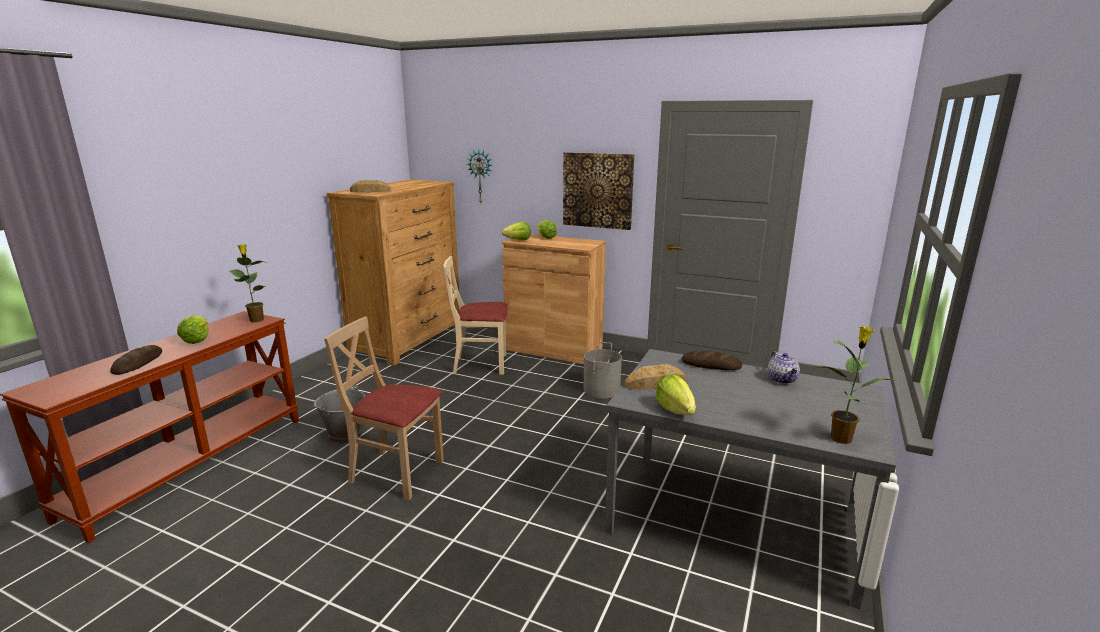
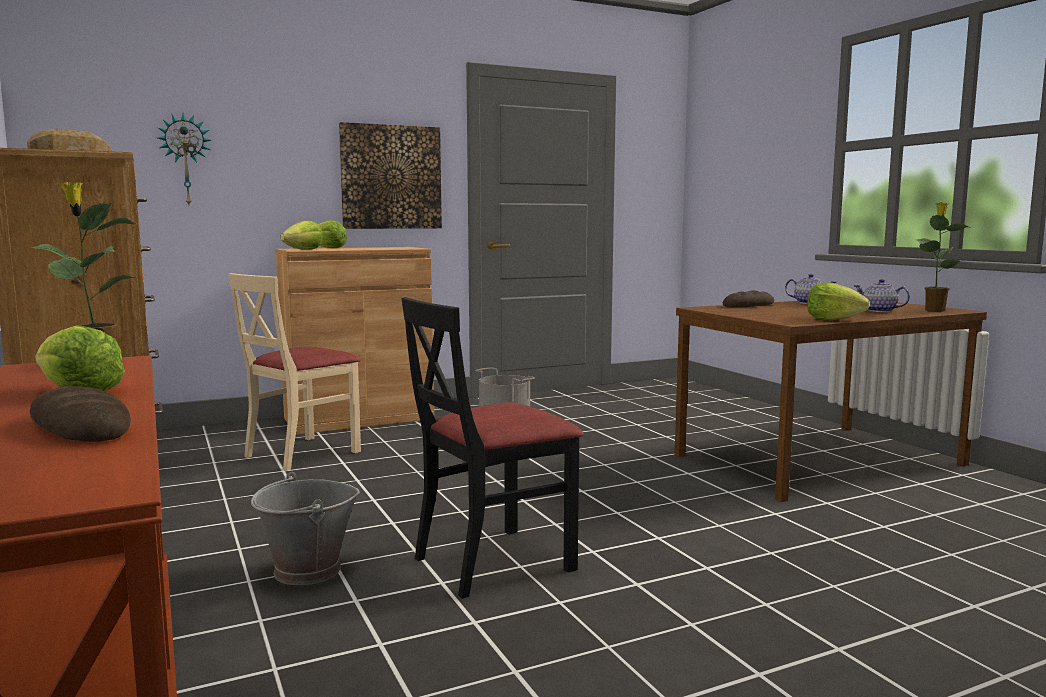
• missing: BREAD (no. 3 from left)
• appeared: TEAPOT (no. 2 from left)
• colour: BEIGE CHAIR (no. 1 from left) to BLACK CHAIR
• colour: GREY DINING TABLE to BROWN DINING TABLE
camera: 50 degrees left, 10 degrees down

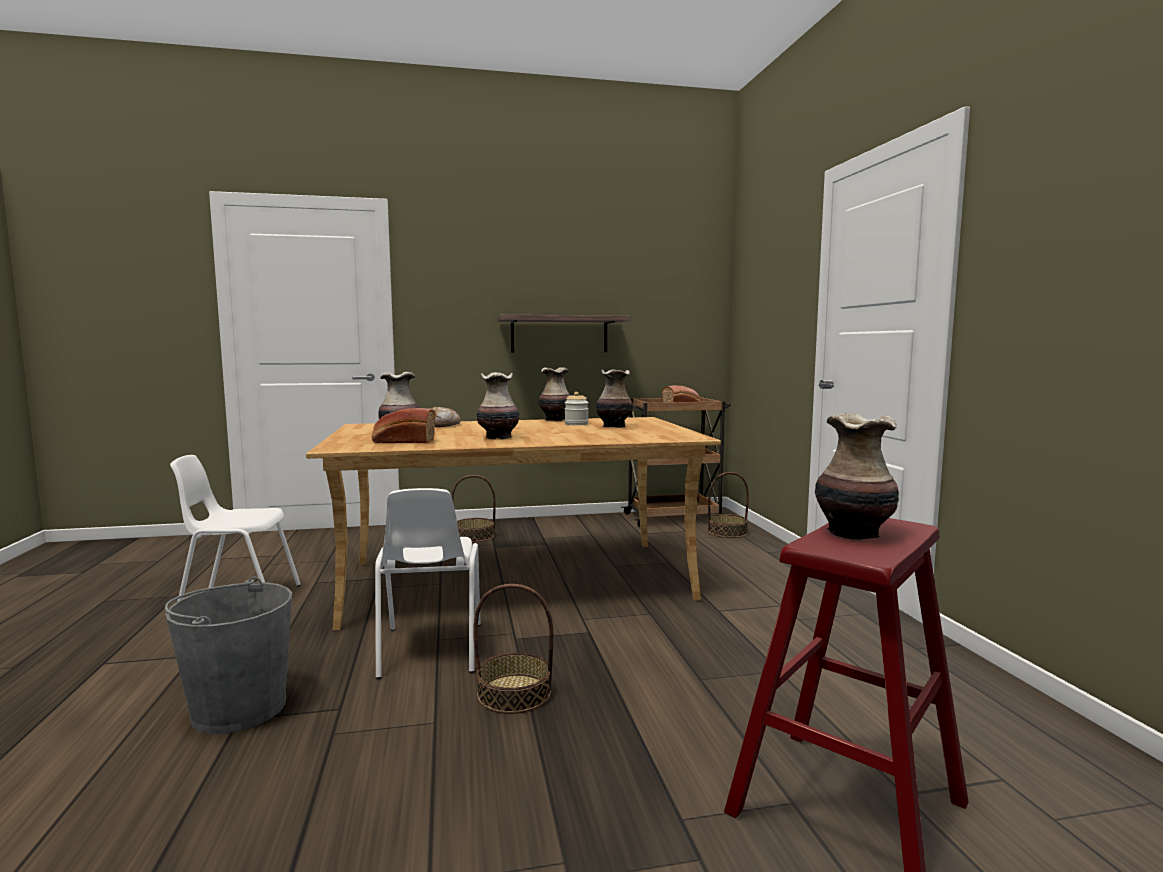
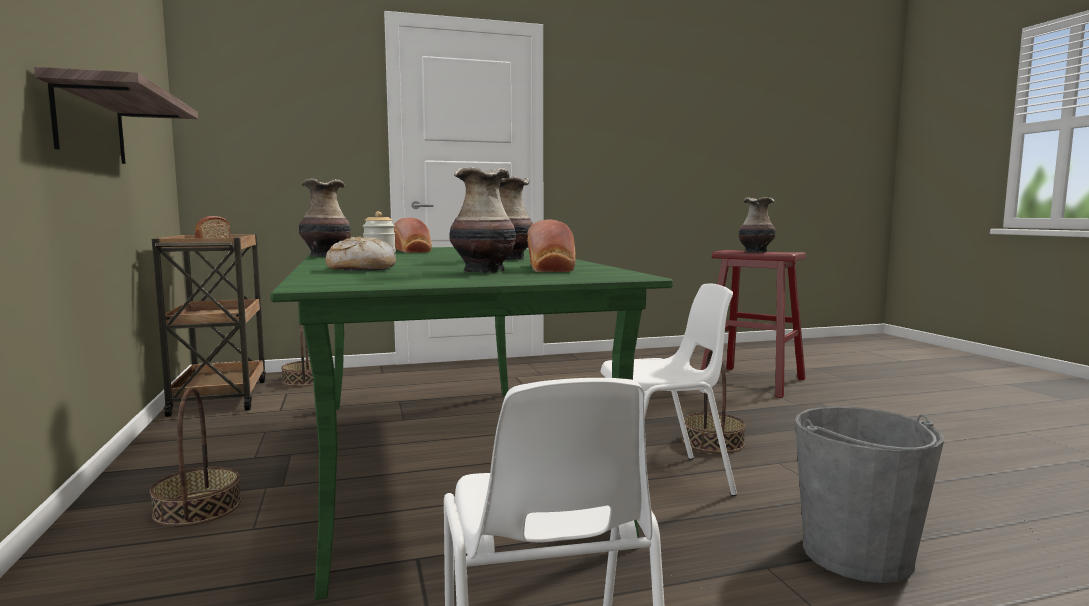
• exchanged: VASE (no. 4 from left) to BREAD (no. 3 from left)
• colour: BEIGE DINING TABLE to GREEN DINING TABLE
camera: 95 degrees left, 0 degrees up

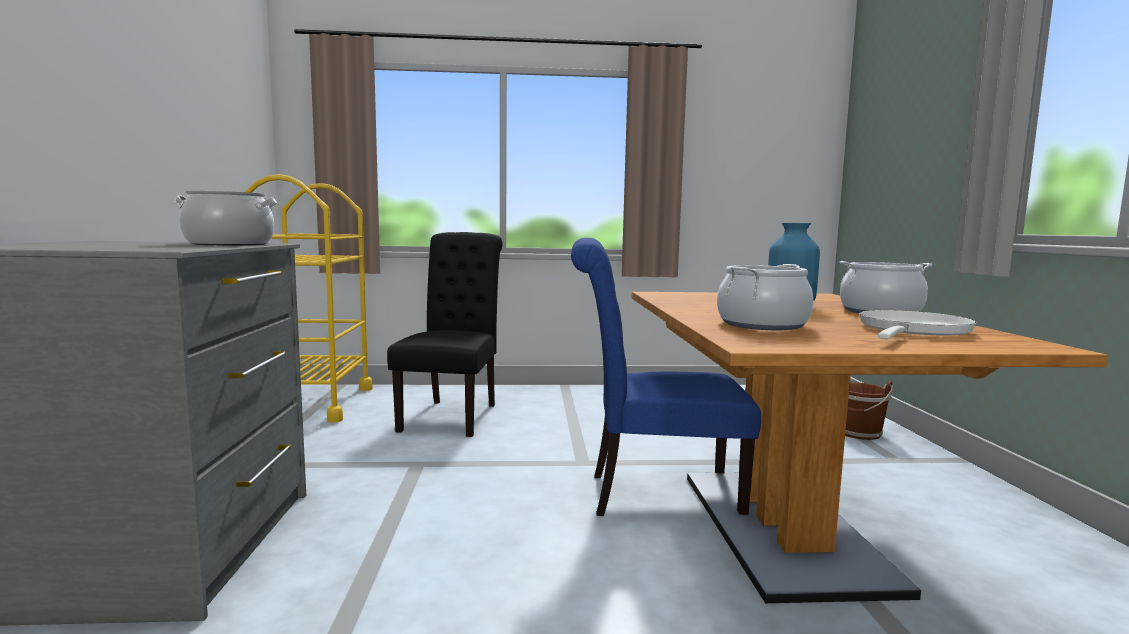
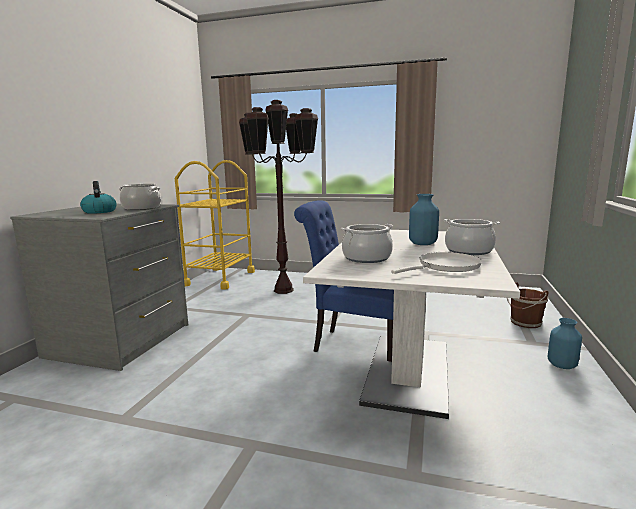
• appeared: KETTLE
• appeared: BLUE VASE (no. 2 from left)
• exchanged: BLACK CHAIR to BROWN FLOOR LAMP
• colour: BROWN DINING TABLE to WHITE DINING TABLE
camera: 20 degrees right, 5 degrees up

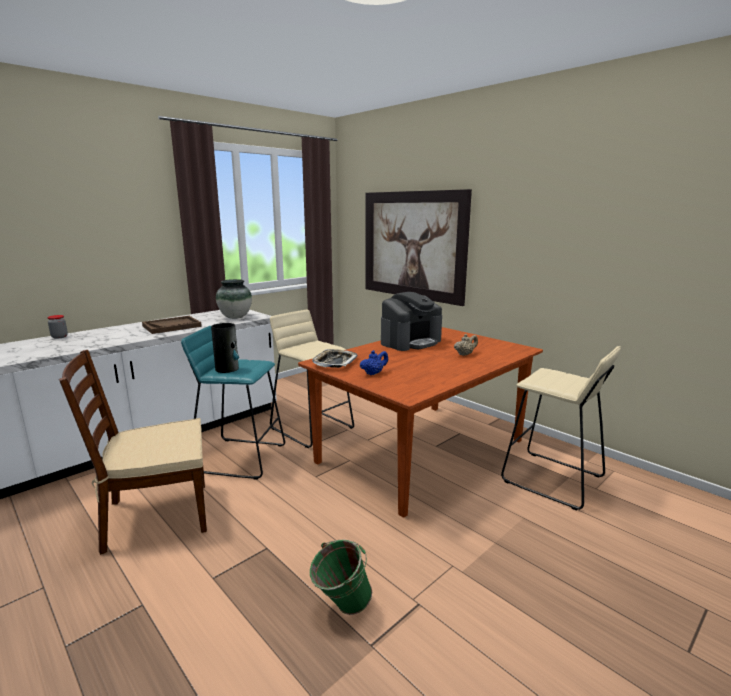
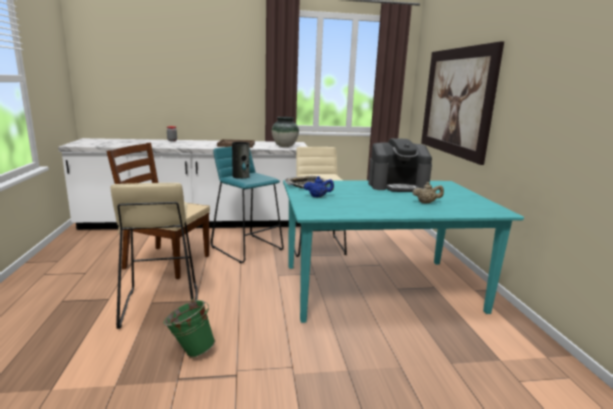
• relocated: BEIGE STOOL (no. 2 from left in the first image) to BEIGE STOOL (no. 1 from left)
• colour: BROWN DINING TABLE to TURQUOISE DINING TABLE
camera: 35 degrees right, 0 degrees up

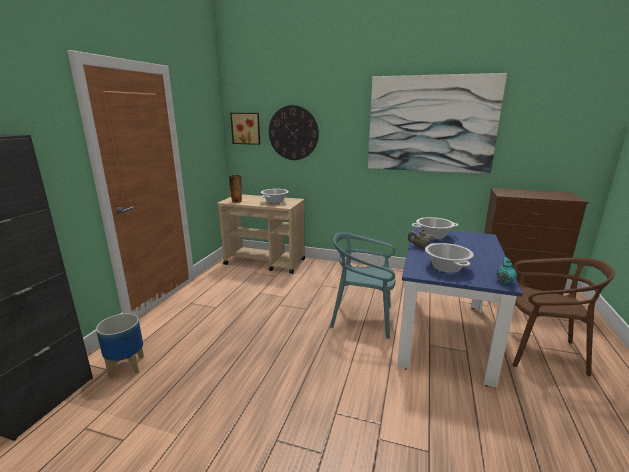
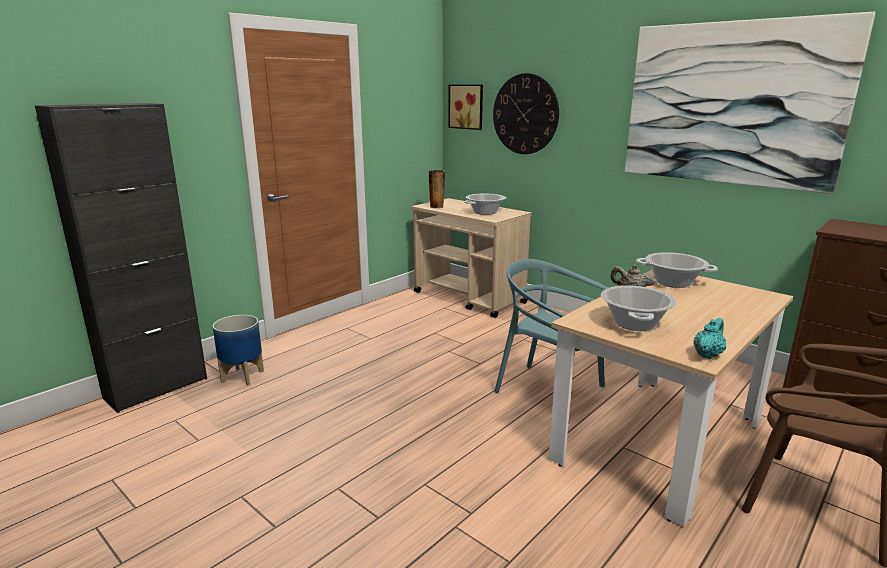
• colour: BLUE DINING TABLE to BEIGE DINING TABLE
camera: 25 degrees right, 0 degrees up

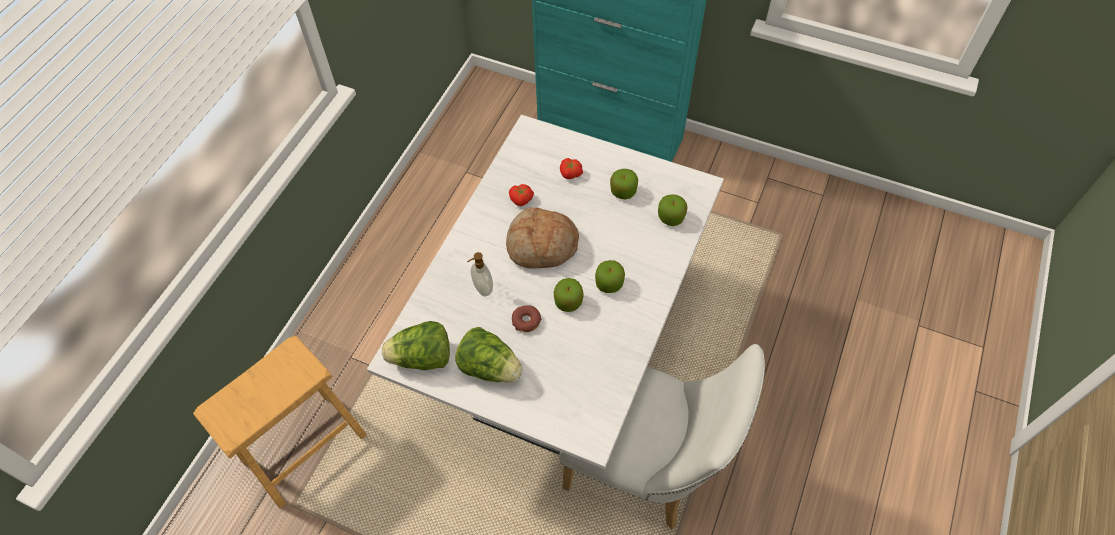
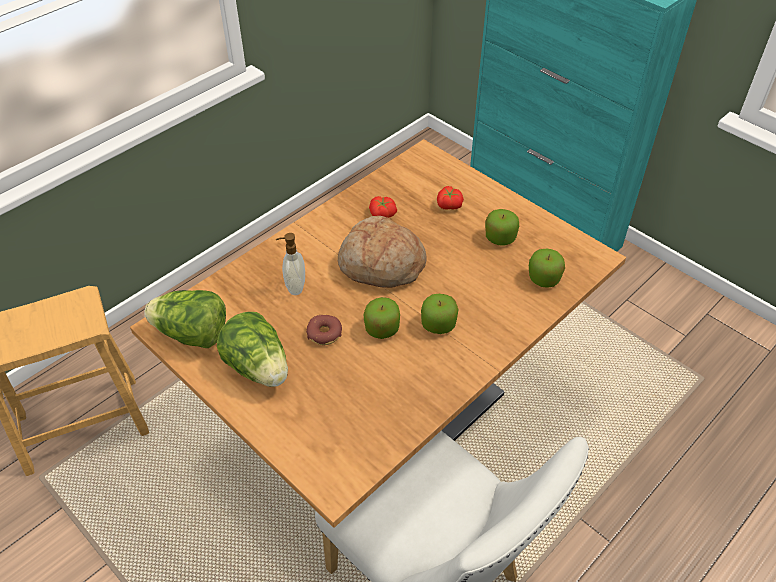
• colour: WHITE DINING TABLE to BROWN DINING TABLE
camera: 20 degrees right, 10 degrees down

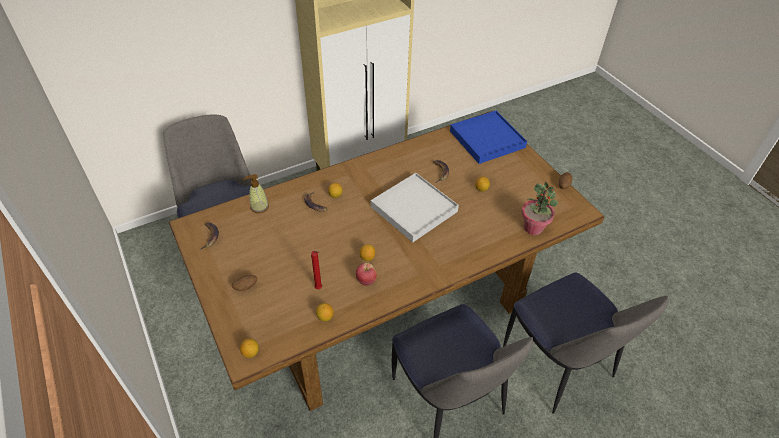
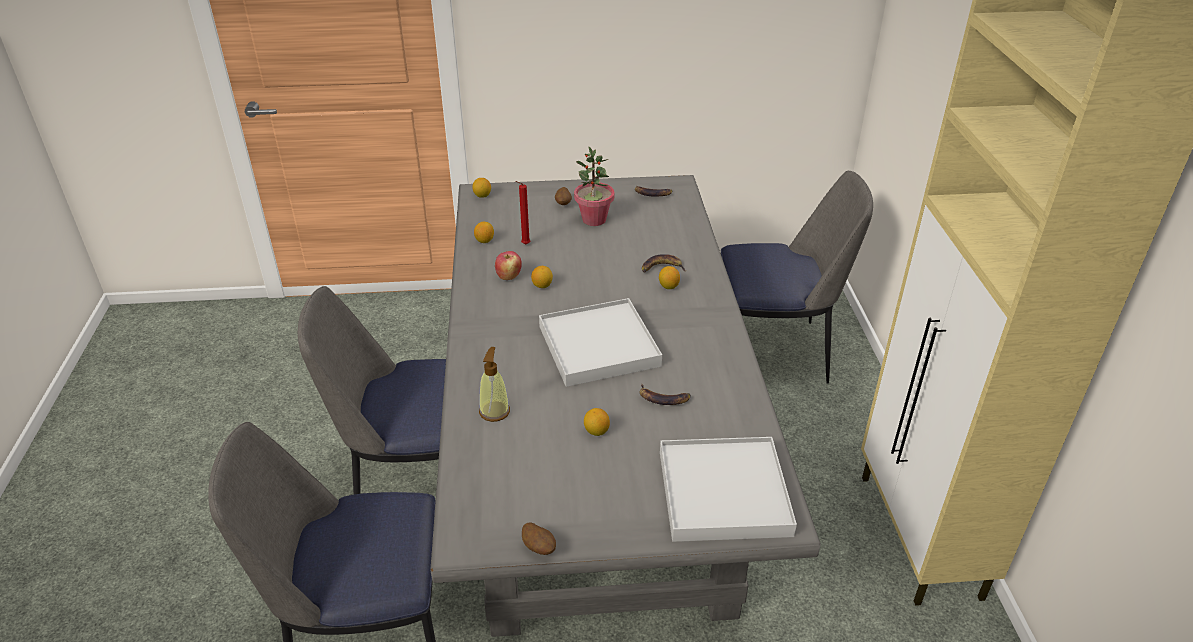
• relocated: SOAP DISPENSER
• relocated: POTTED PLANT
• colour: BROWN DINING TABLE to GREY DINING TABLE
• colour: BLUE TRAY to WHITE TRAY (no. 2 from left)
camera: 115 degrees right, 10 degrees down

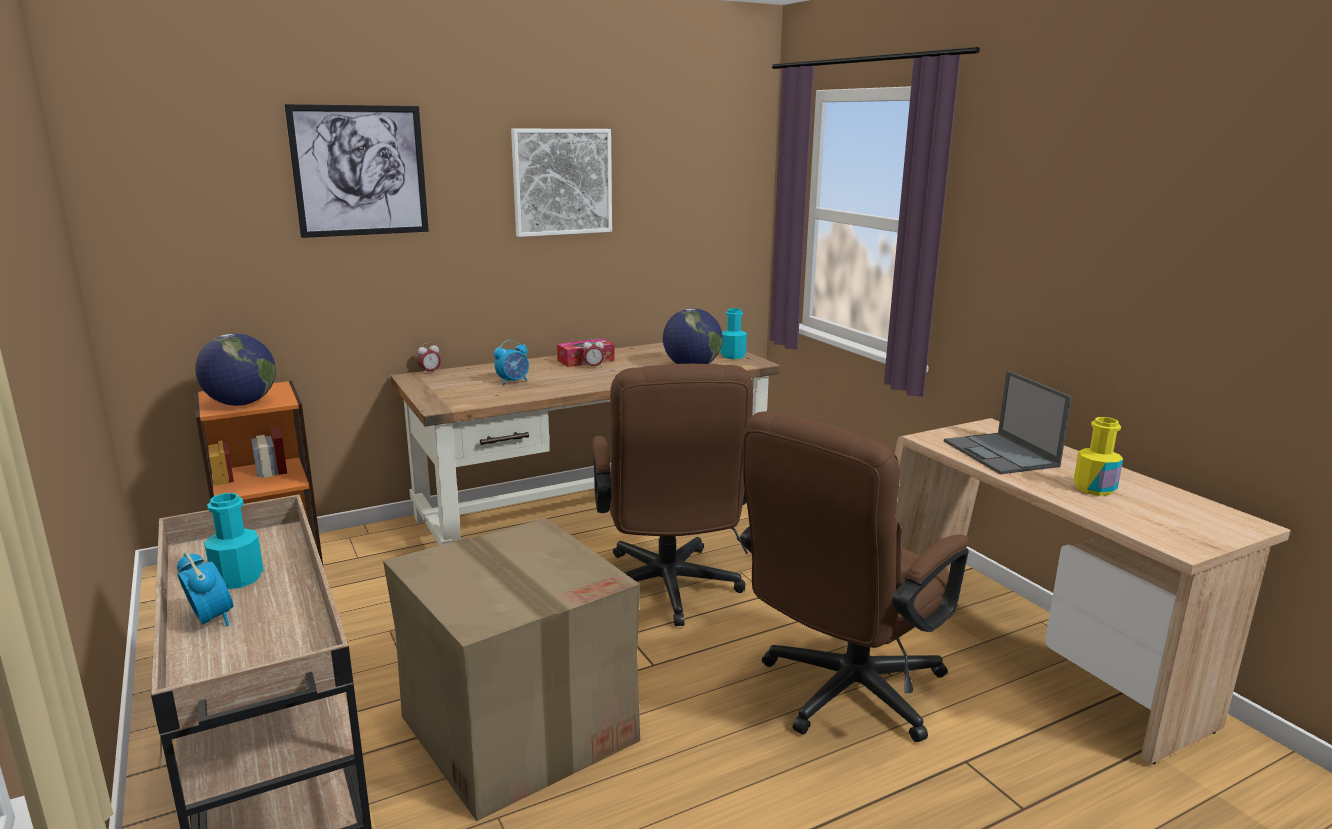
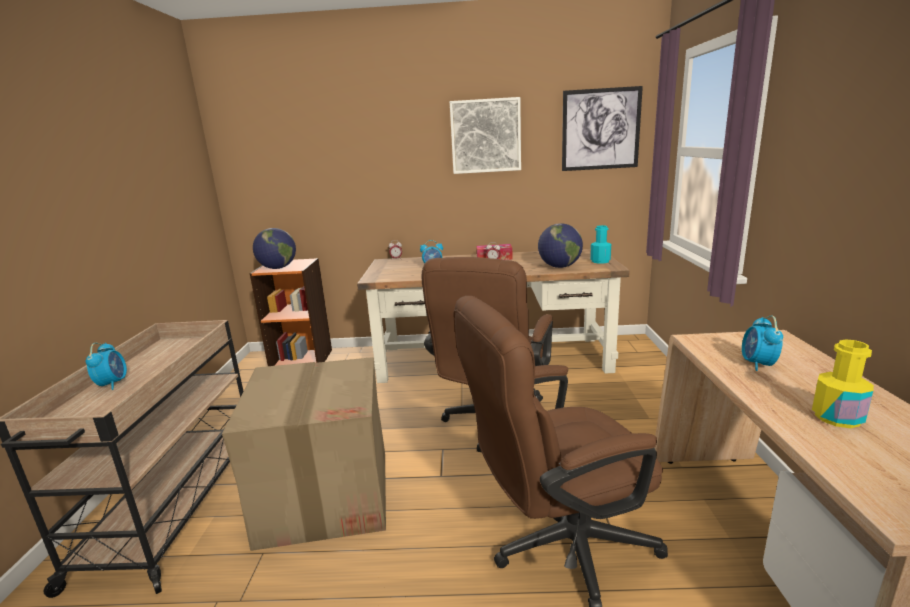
• missing: TURQUOISE BOTTLE (no. 1 from left)
• relocated: PICTURE (no. 1 from left in the first image) to PICTURE (no. 2 from left)
• exchanged: LAPTOP to ALARM CLOCK (no. 5 from left)
camera: 30 degrees right, 0 degrees up

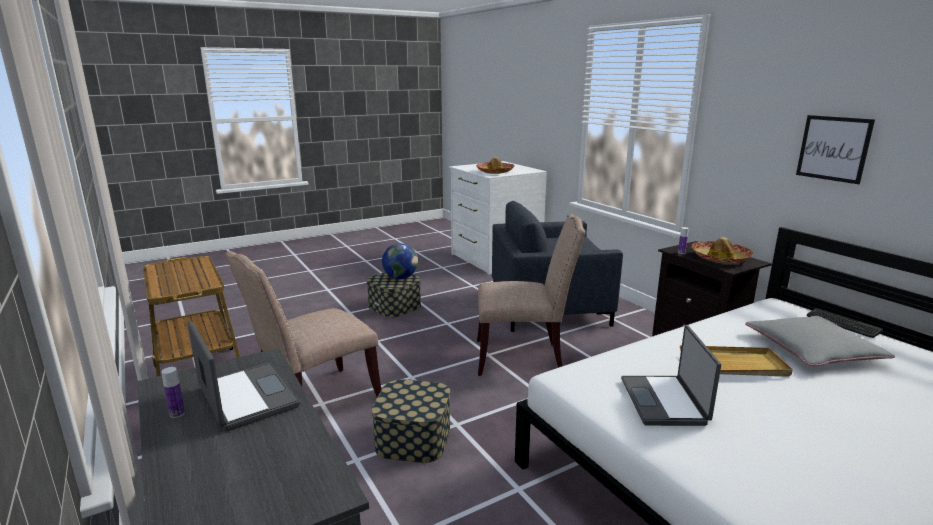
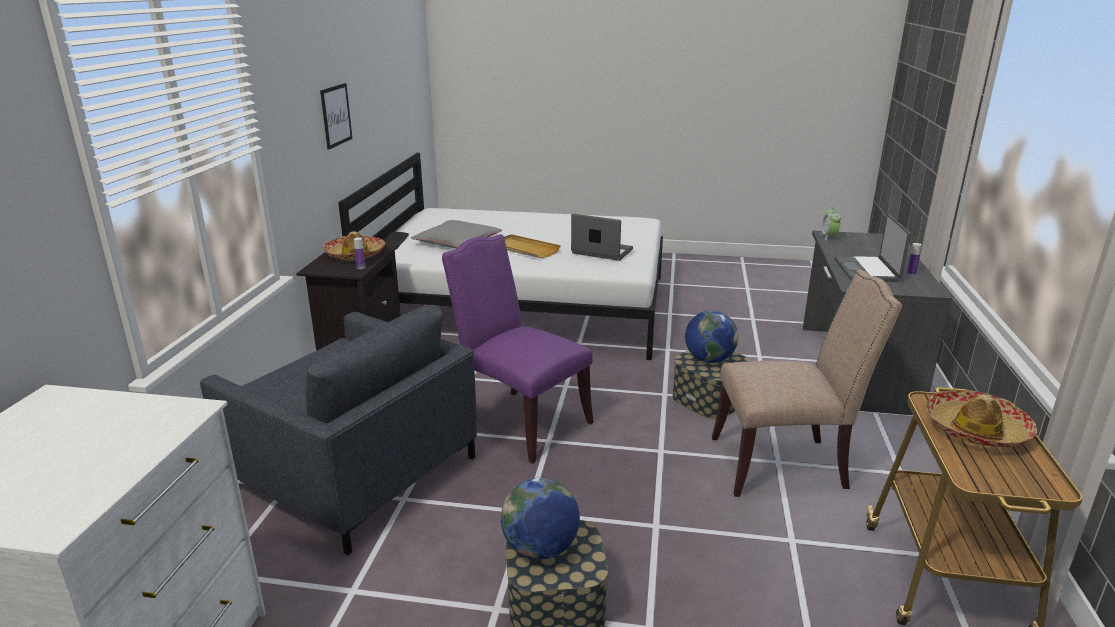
• appeared: GLOBE (no. 2 from left)
• appeared: ALARM CLOCK
• relocated: HAT (no. 1 from left in the first image) to HAT (no. 2 from left)
• colour: BEIGE CHAIR (no. 2 from left) to PURPLE CHAIR
• spun: LAPTOP (no. 2 from left in the first image) 105 degrees counterclockwise
camera: 140 degrees left, 5 degrees up

